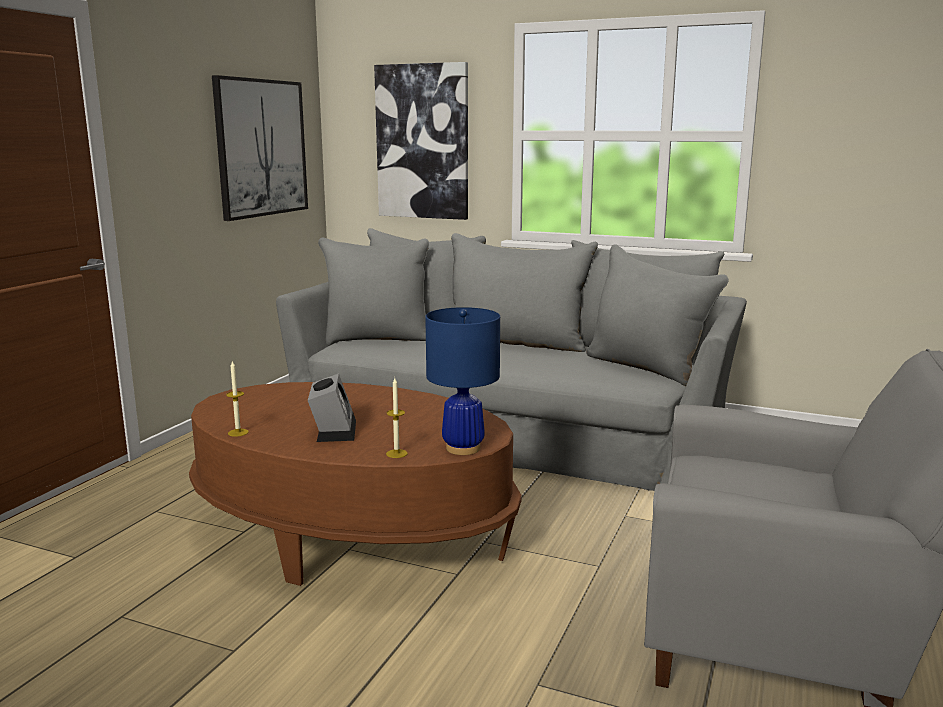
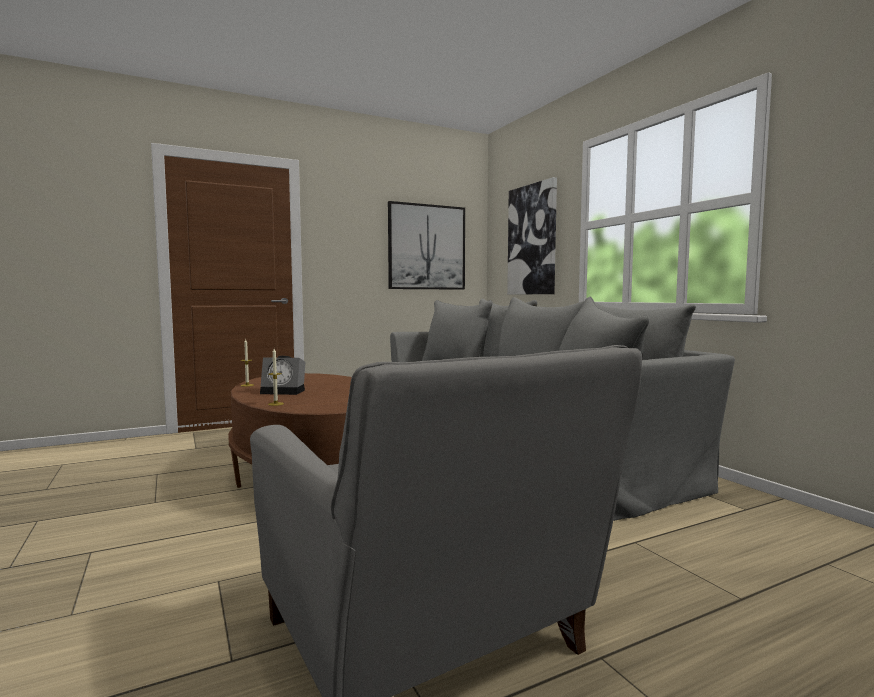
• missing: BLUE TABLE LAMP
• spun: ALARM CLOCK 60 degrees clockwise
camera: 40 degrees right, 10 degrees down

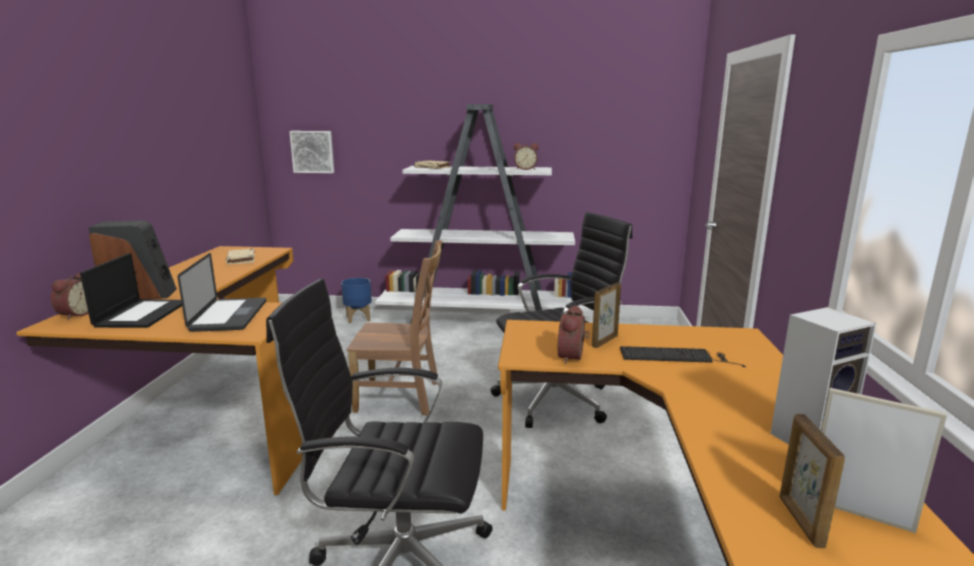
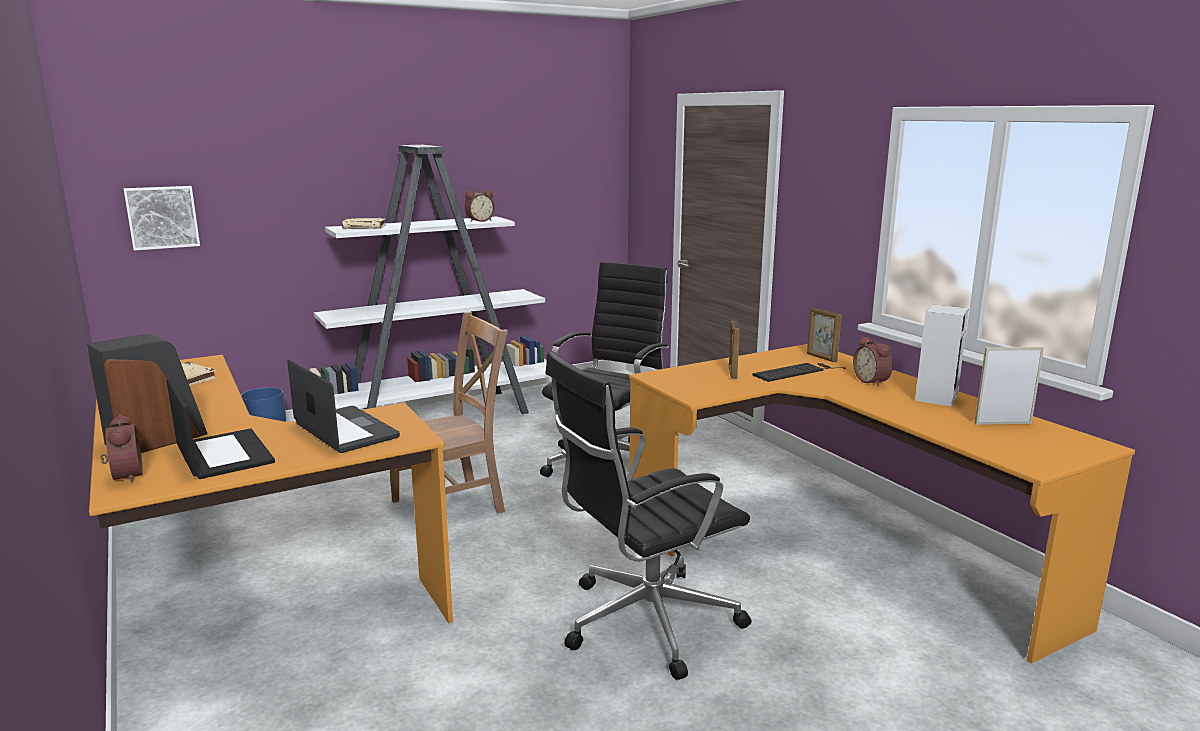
• relocated: ALARM CLOCK (no. 3 from left)
• relocated: PICTURE FRAME (no. 2 from left)
camera: 35 degrees left, 0 degrees up

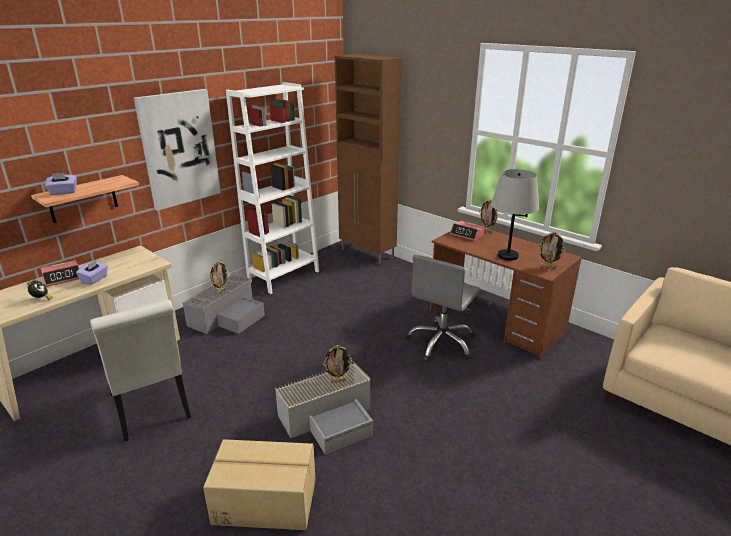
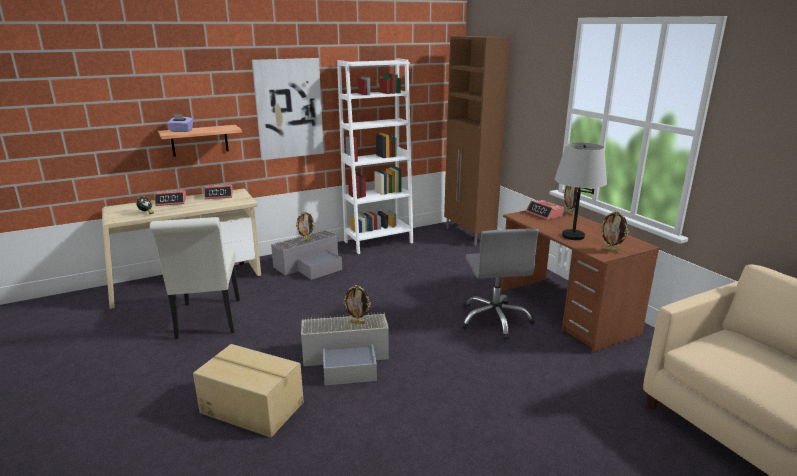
• missing: PURPLE TISSUE BOX (no. 2 from left)
• appeared: ALARM CLOCK (no. 3 from left)
• spun: GREY OFFICE CHAIR 60 degrees counterclockwise
camera: 20 degrees right, 5 degrees down

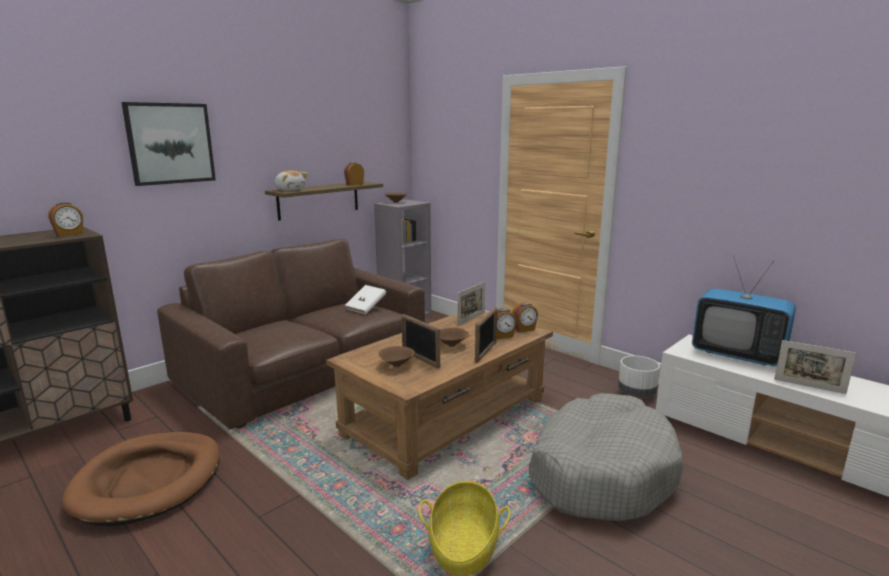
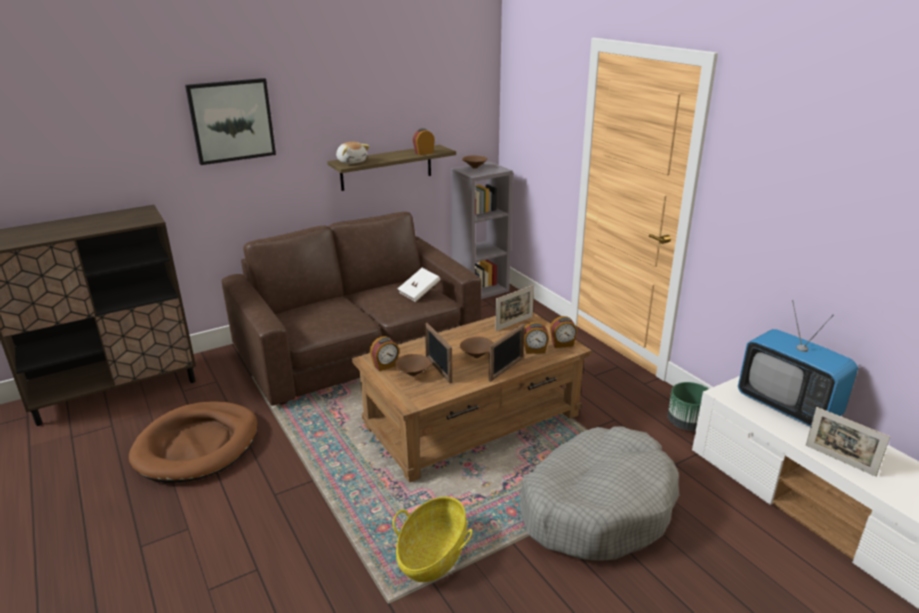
• relocated: ALARM CLOCK (no. 1 from left)
• colour: WHITE PLANTER to GREEN PLANTER
camera: 15 degrees right, 10 degrees up

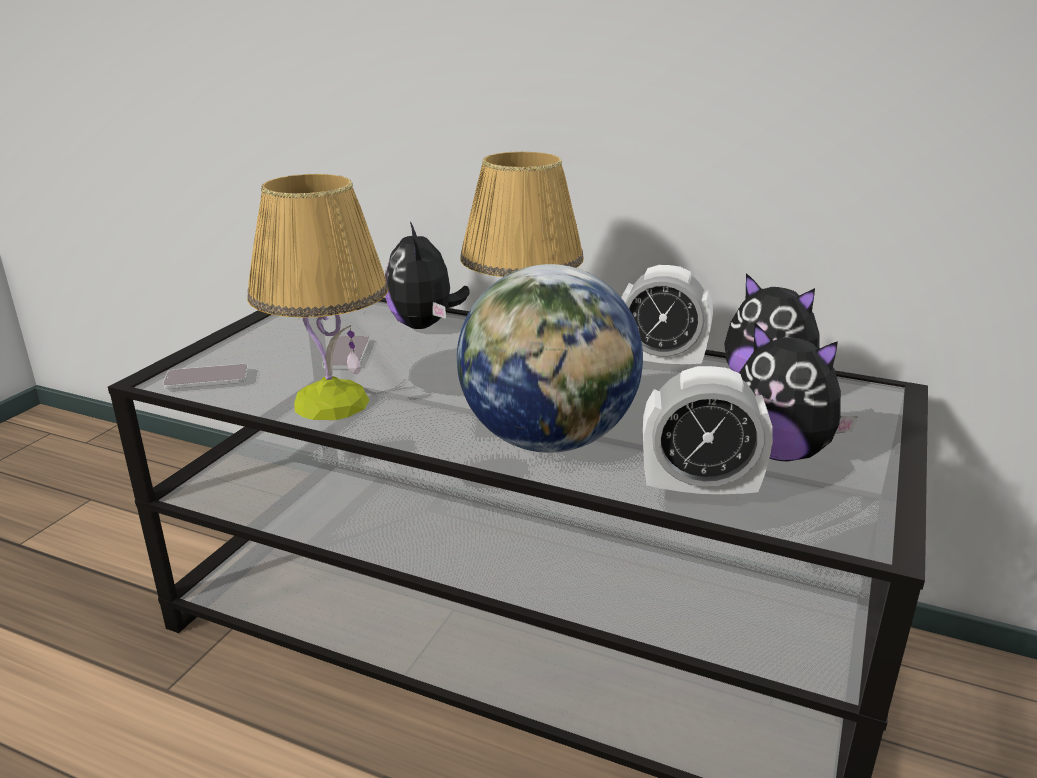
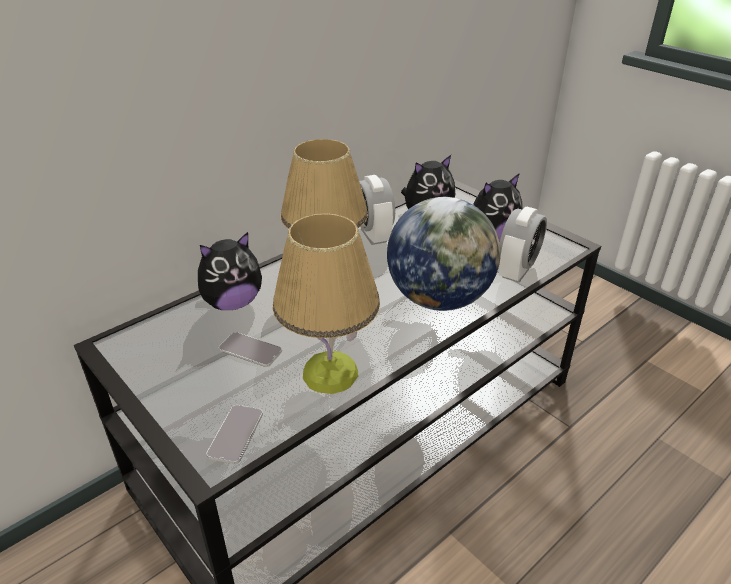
• spun: PLUSH TOY (no. 1 from left) 45 degrees counterclockwise
• spun: ALARM CLOCK (no. 1 from left) 120 degrees clockwise
camera: 65 degrees left, 10 degrees up

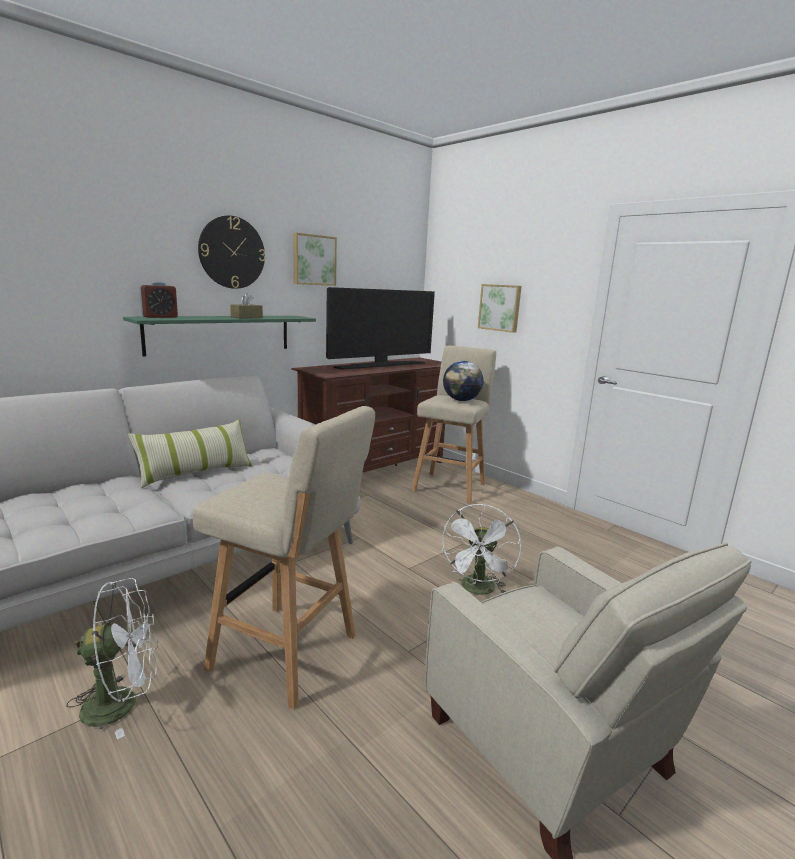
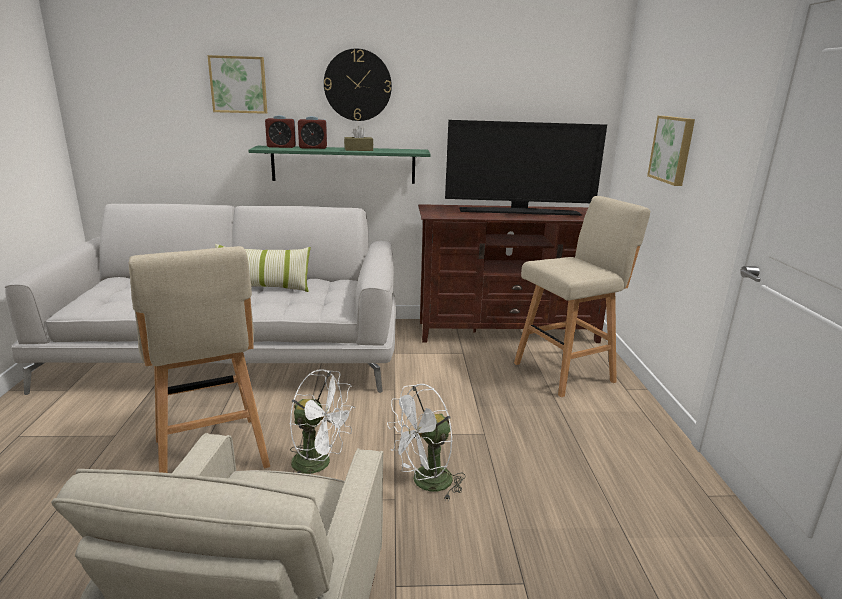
• missing: GLOBE
• appeared: ALARM CLOCK (no. 2 from left)
• relocated: WHITE FAN (no. 1 from left)
• relocated: PICTURE (no. 1 from left)
camera: 40 degrees right, 5 degrees up

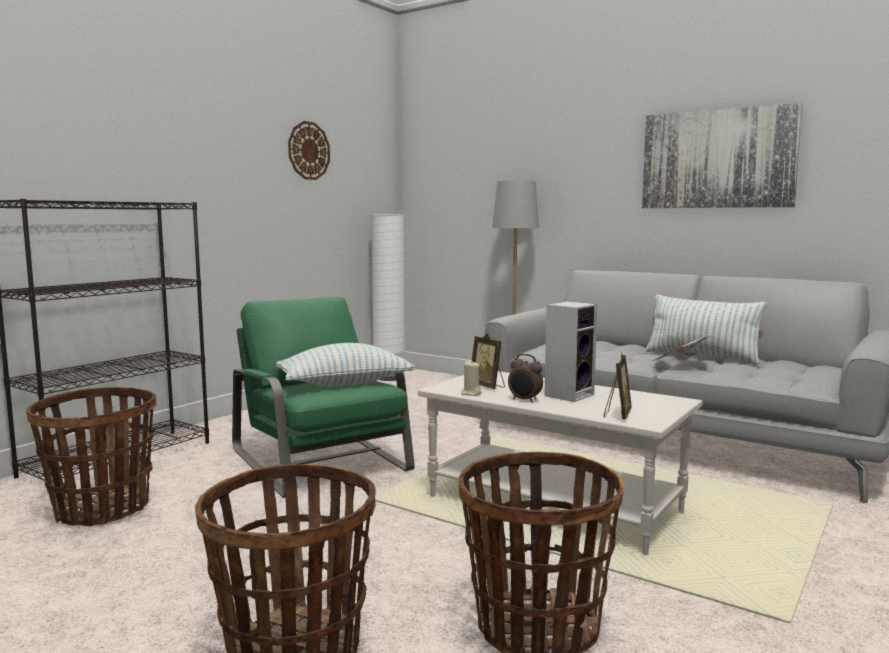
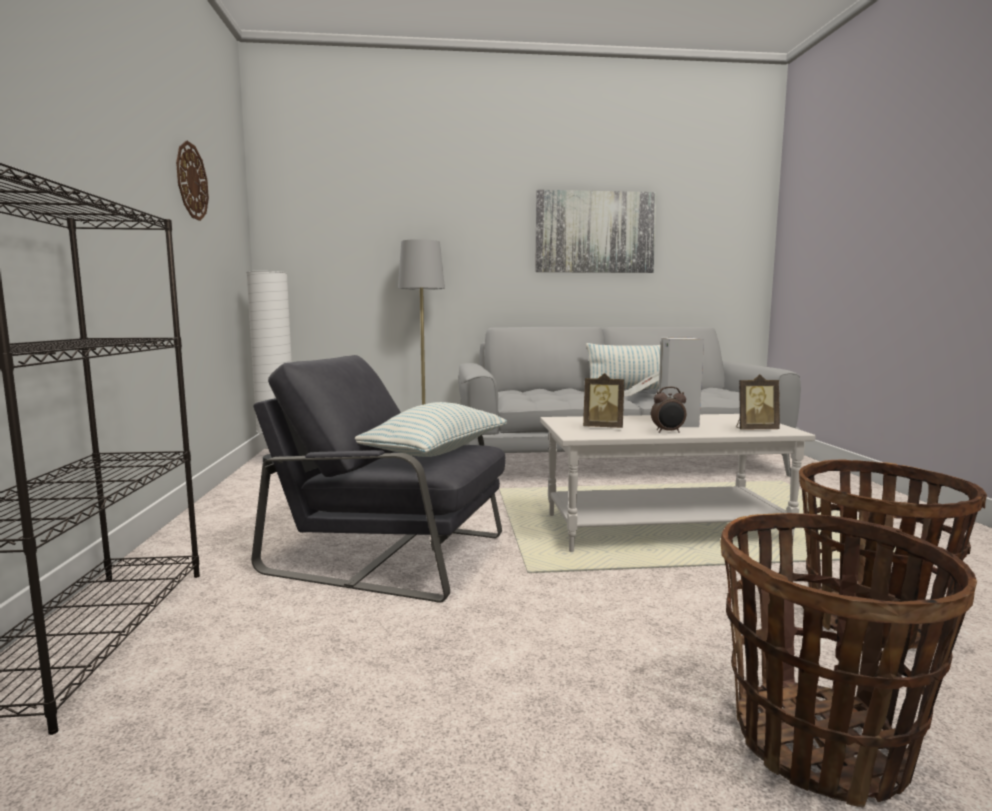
• missing: BASKET (no. 1 from left)
• missing: BEIGE CANDLE
• colour: GREEN ARMCHAIR to GREY ARMCHAIR
• spun: PICTURE FRAME (no. 2 from left) 105 degrees clockwise
camera: 40 degrees left, 0 degrees up

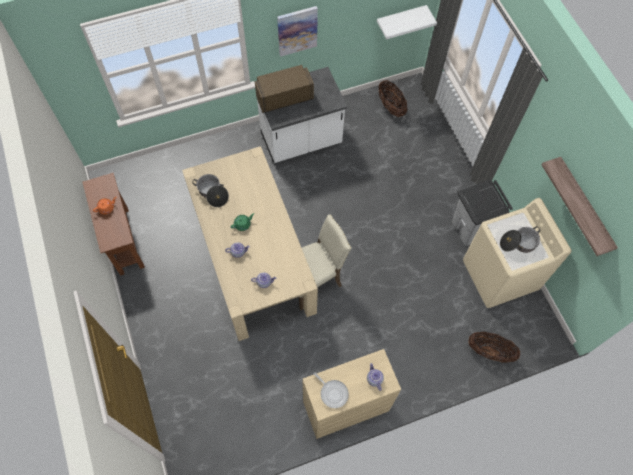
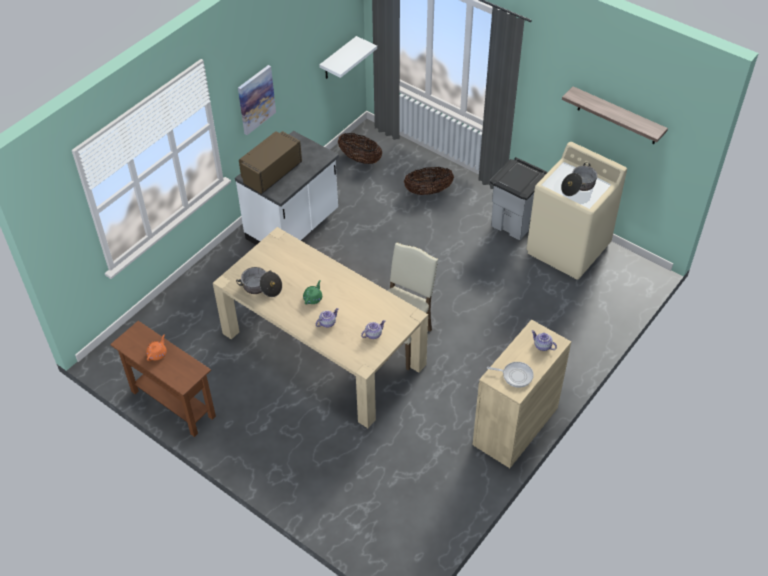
• relocated: BASKET (no. 2 from left)
camera: 30 degrees left, 15 degrees down

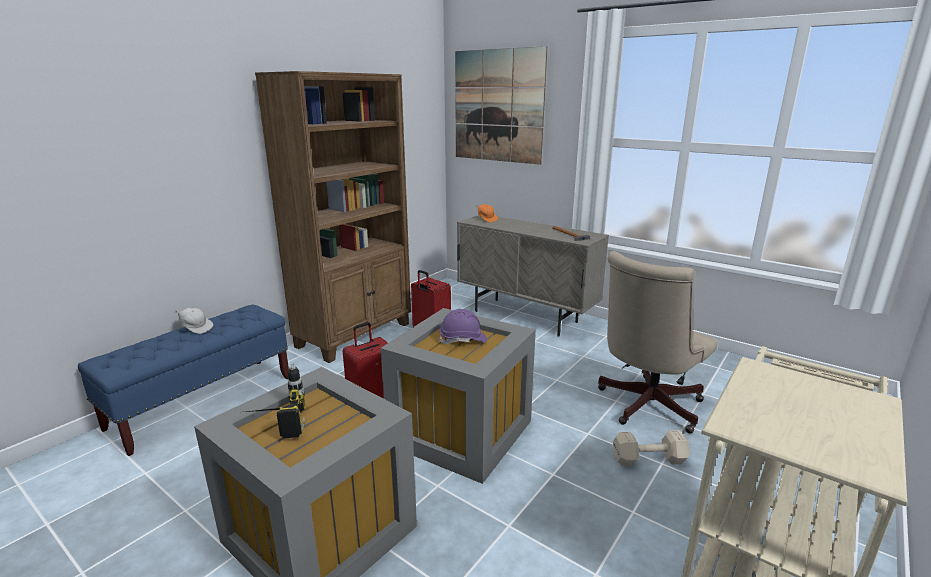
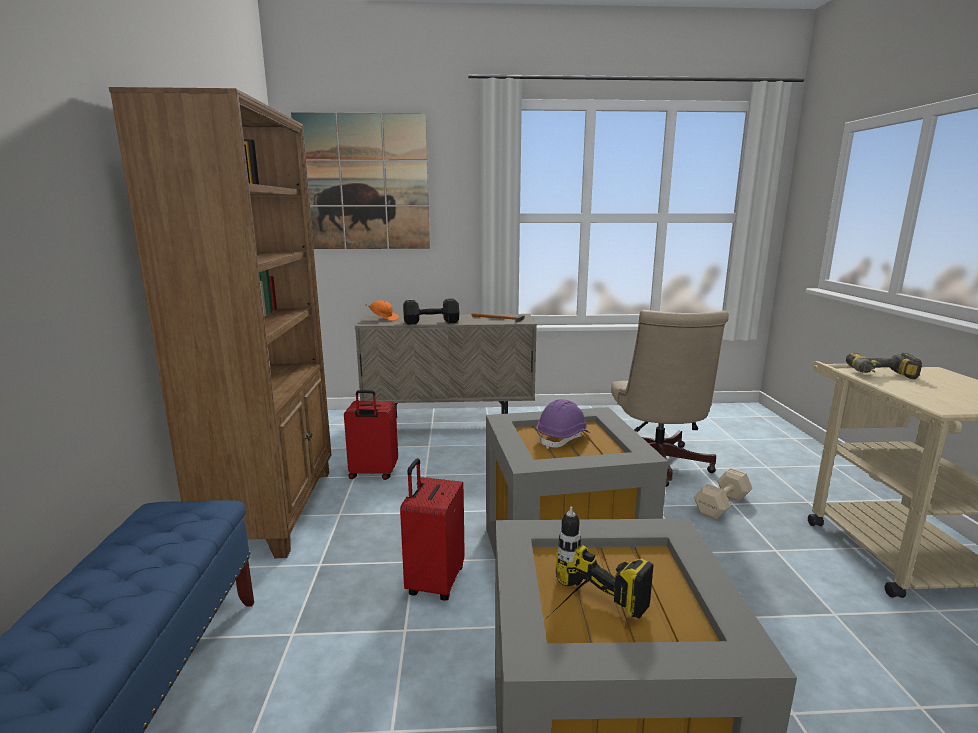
• missing: WHITE CAP
• appeared: BLACK DUMBBELL
• appeared: POWER DRILL (no. 2 from left)
camera: 40 degrees left, 5 degrees down

